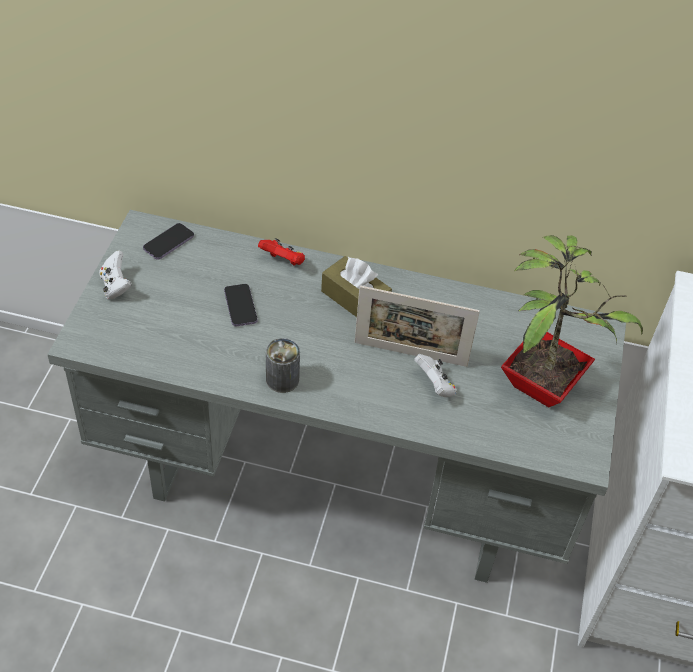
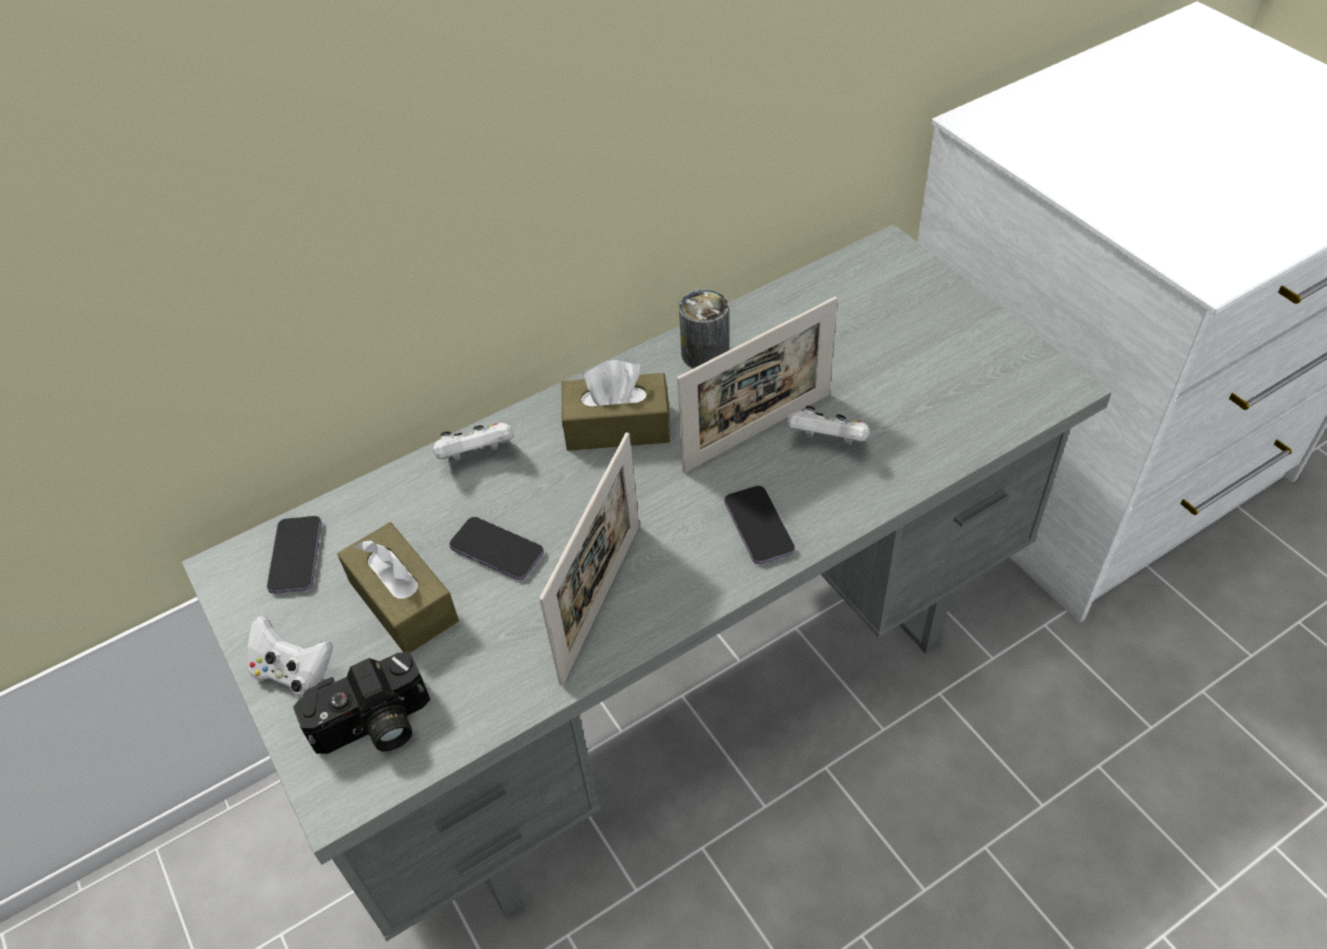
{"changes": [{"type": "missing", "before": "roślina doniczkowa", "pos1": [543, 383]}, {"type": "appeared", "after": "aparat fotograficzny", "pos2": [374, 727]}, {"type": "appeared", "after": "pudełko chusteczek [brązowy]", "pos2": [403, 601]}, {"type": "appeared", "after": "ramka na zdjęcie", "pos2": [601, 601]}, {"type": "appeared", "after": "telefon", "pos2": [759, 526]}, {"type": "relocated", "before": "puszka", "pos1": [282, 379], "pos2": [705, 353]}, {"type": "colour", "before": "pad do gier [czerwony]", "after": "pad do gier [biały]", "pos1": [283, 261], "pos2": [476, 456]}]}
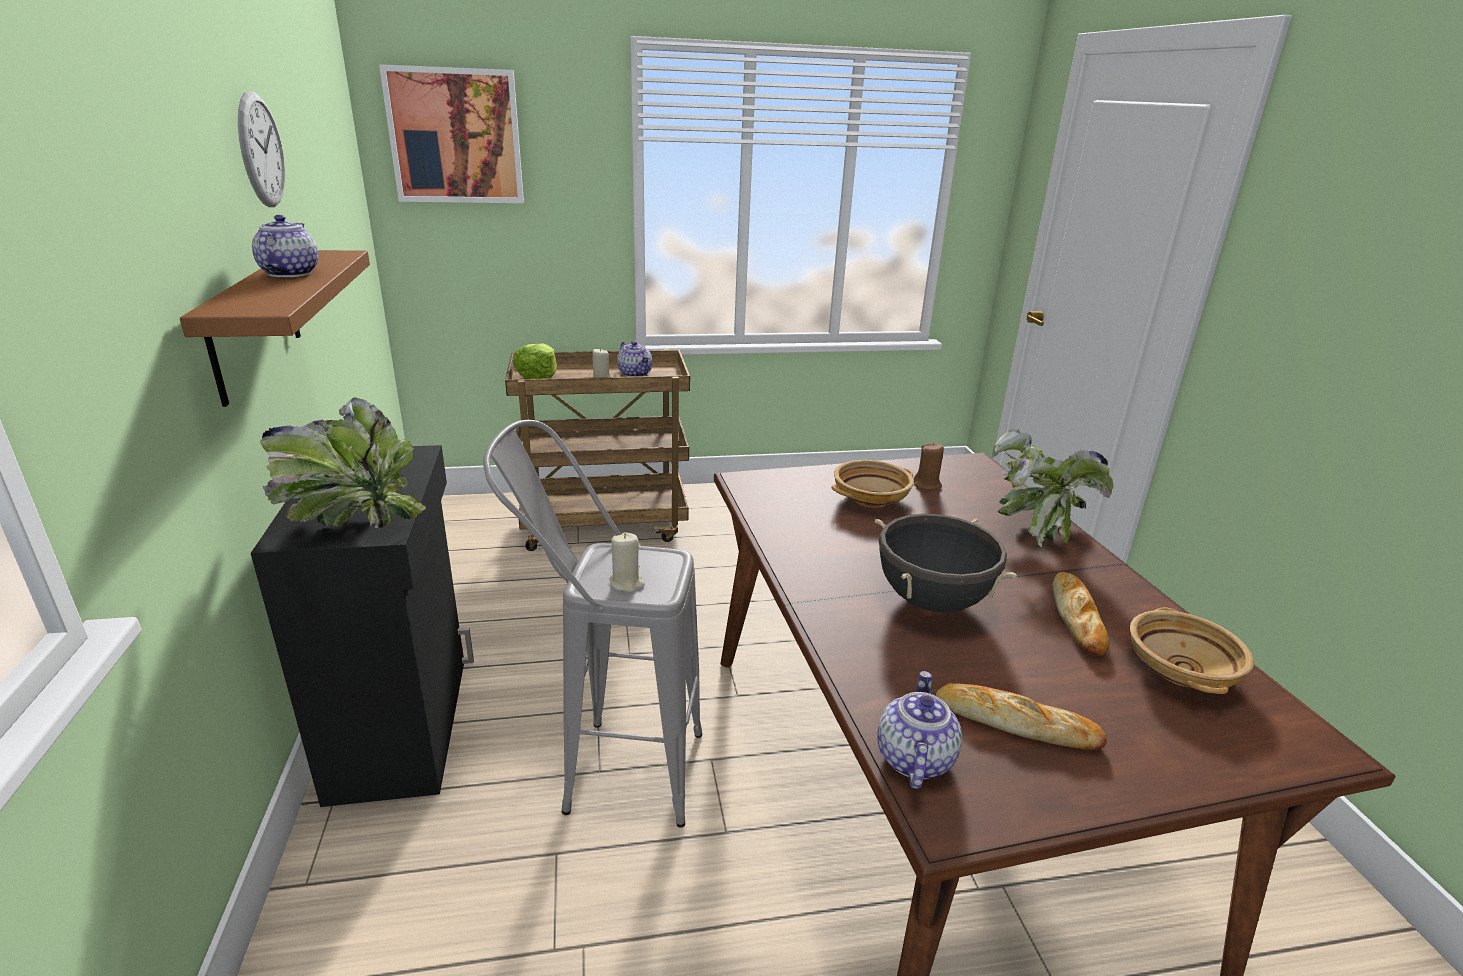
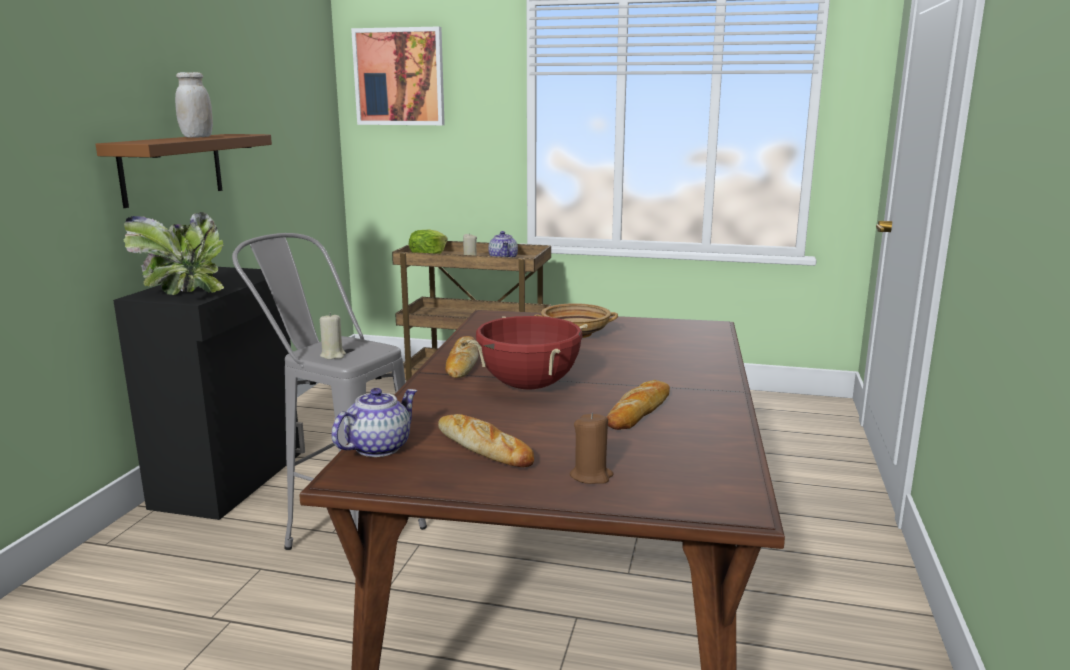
{"changes": [{"type": "missing", "before": "zegar ścienny", "pos1": [261, 150]}, {"type": "missing", "before": "roślina doniczkowa", "pos1": [1036, 530]}, {"type": "missing", "before": "miska [beżowy]", "pos1": [1179, 670]}, {"type": "appeared", "after": "chleb", "pos2": [462, 362]}, {"type": "relocated", "before": "świeca [brązowy]", "pos1": [927, 485], "pos2": [591, 476]}, {"type": "exchanged", "before": "imbryk", "after": "słoik [biały]", "pos1": [290, 273], "pos2": [197, 137]}, {"type": "colour", "before": "garnek [czarny]", "after": "garnek [czerwony]", "pos1": [932, 601], "pos2": [529, 386]}]}
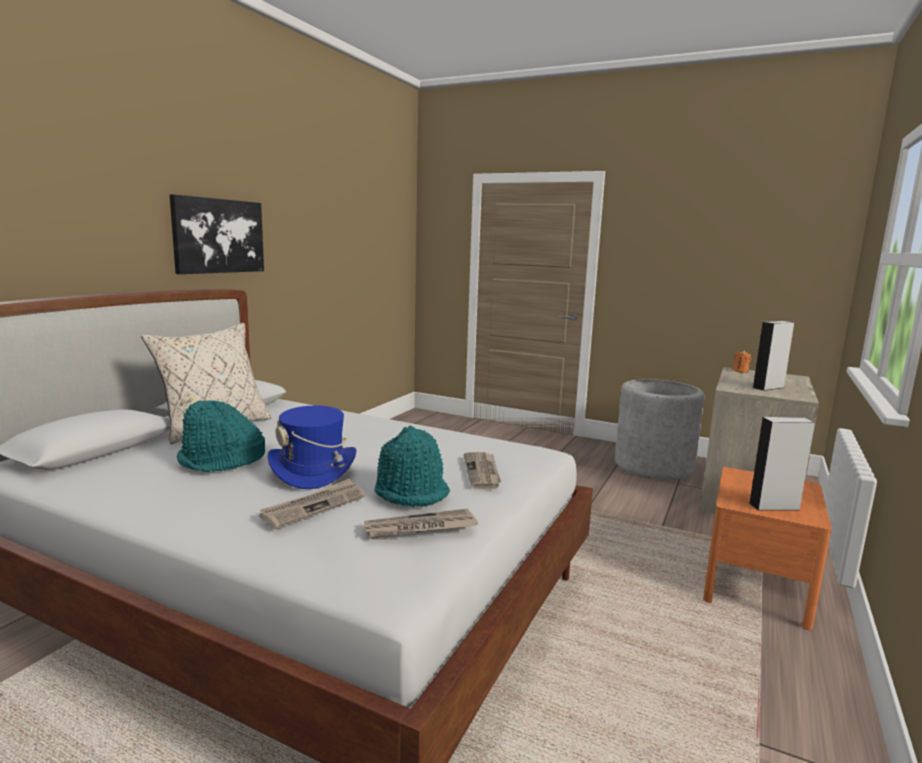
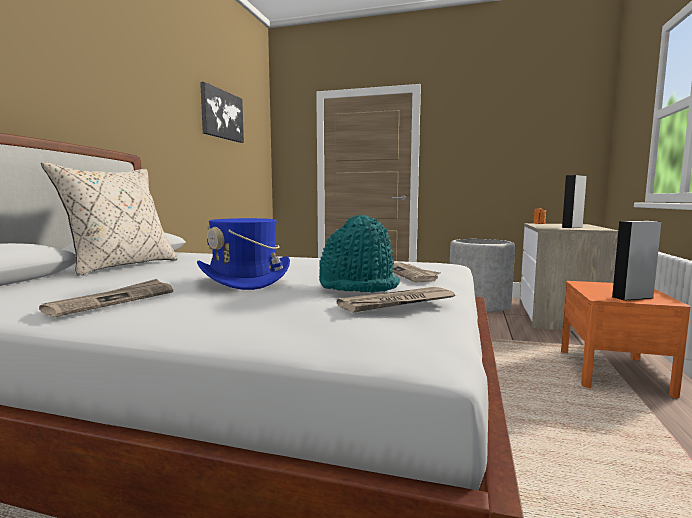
{"changes": [{"type": "missing", "before": "kapelusz [turkusowy]", "pos1": [221, 461]}, {"type": "relocated", "before": "obraz", "pos1": [218, 236], "pos2": [222, 115]}, {"type": "relocated", "before": "gazeta", "pos1": [314, 506], "pos2": [112, 301]}]}
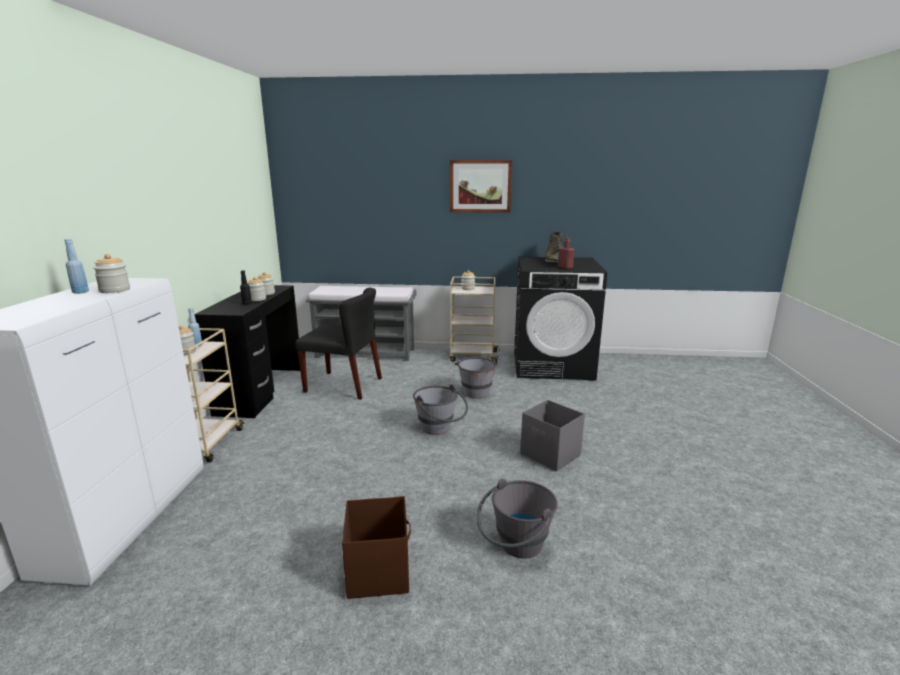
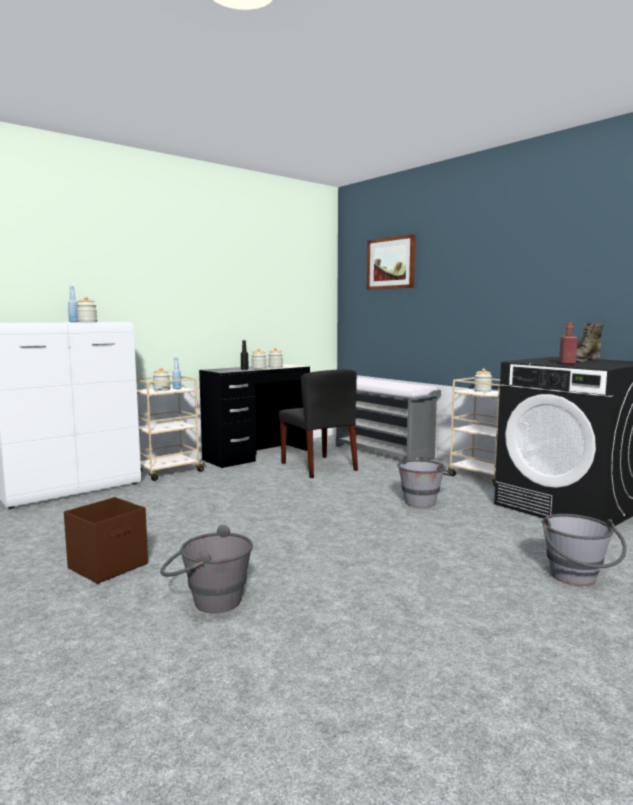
{"changes": [{"type": "missing", "before": "pojemnik do przechowywania [szary]", "pos1": [550, 455]}, {"type": "relocated", "before": "wiadro [szary]", "pos1": [440, 430], "pos2": [577, 580]}, {"type": "relocated", "before": "obraz", "pos1": [480, 186], "pos2": [391, 263]}]}
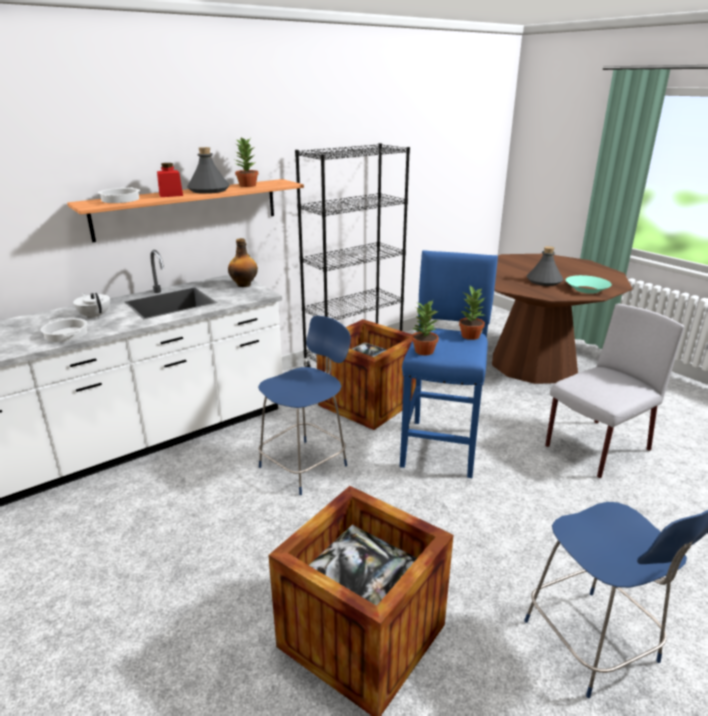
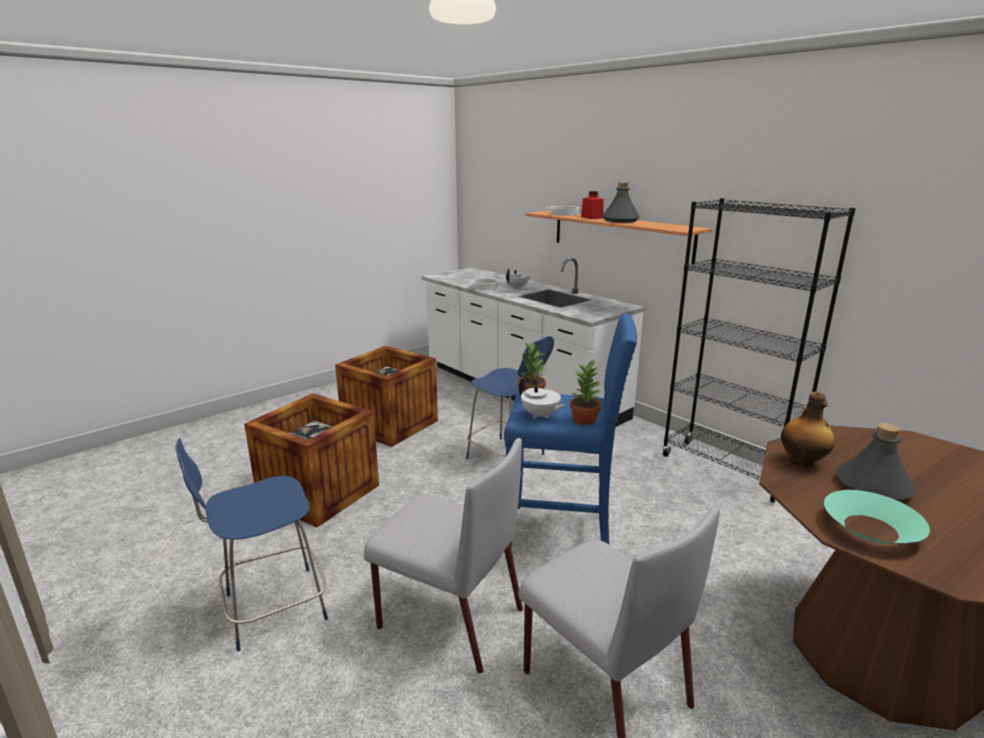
{"changes": [{"type": "missing", "before": "roślina doniczkowa", "pos1": [247, 185]}, {"type": "appeared", "after": "krzesło [szary]", "pos2": [448, 618]}, {"type": "appeared", "after": "imbryk [biały]", "pos2": [540, 415]}, {"type": "relocated", "before": "butelka", "pos1": [244, 285], "pos2": [802, 462]}, {"type": "relocated", "before": "skrzynka", "pos1": [367, 403], "pos2": [390, 424]}]}
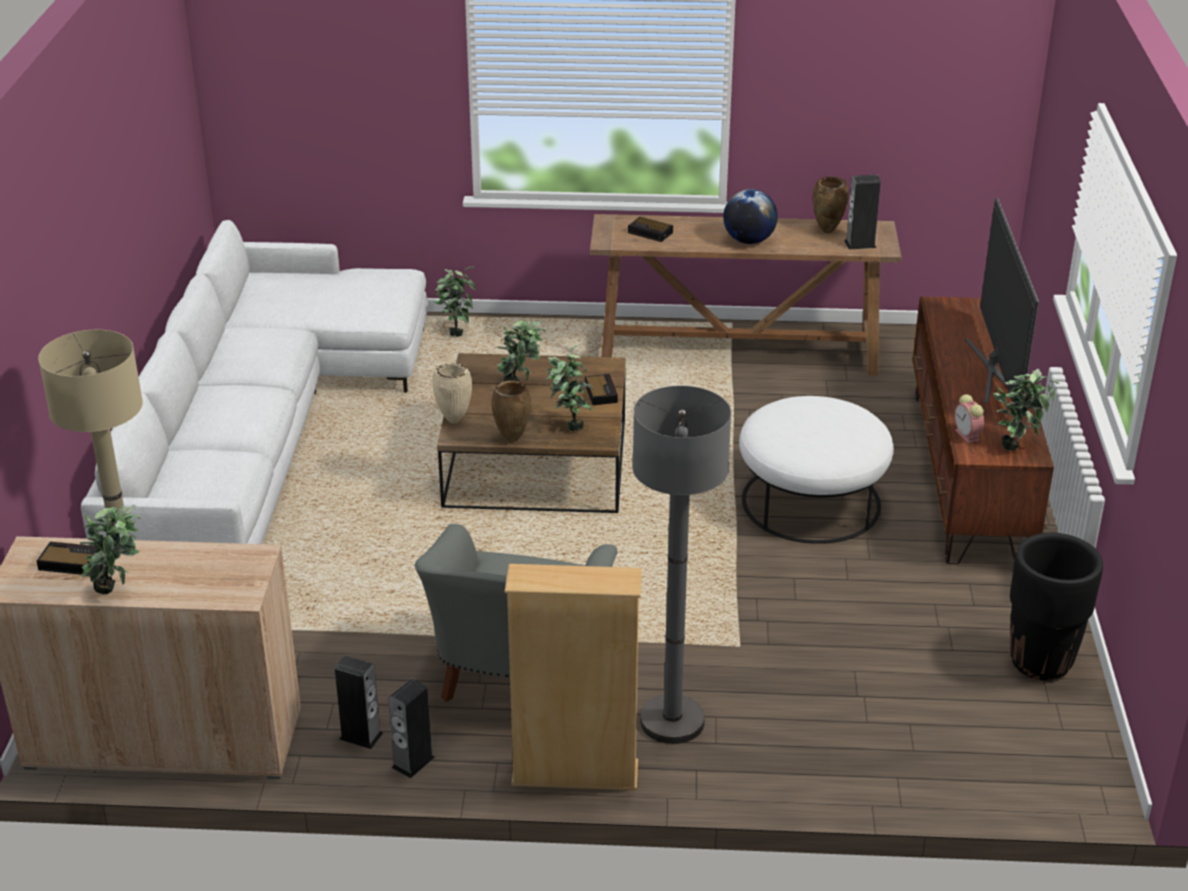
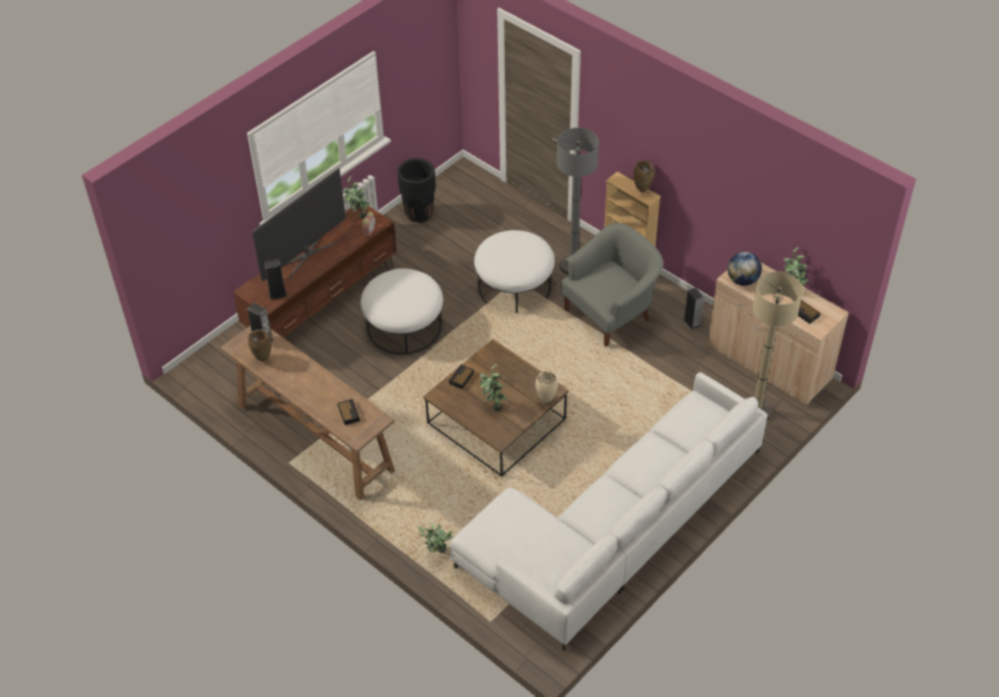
{"changes": [{"type": "missing", "before": "roślina doniczkowa", "pos1": [569, 425]}, {"type": "appeared", "after": "pufa [biały]", "pos2": [514, 286]}, {"type": "relocated", "before": "głośnik", "pos1": [413, 762], "pos2": [277, 294]}, {"type": "relocated", "before": "wazon [brązowy]", "pos1": [511, 439], "pos2": [642, 190]}, {"type": "relocated", "before": "globus", "pos1": [749, 241], "pos2": [742, 280]}]}
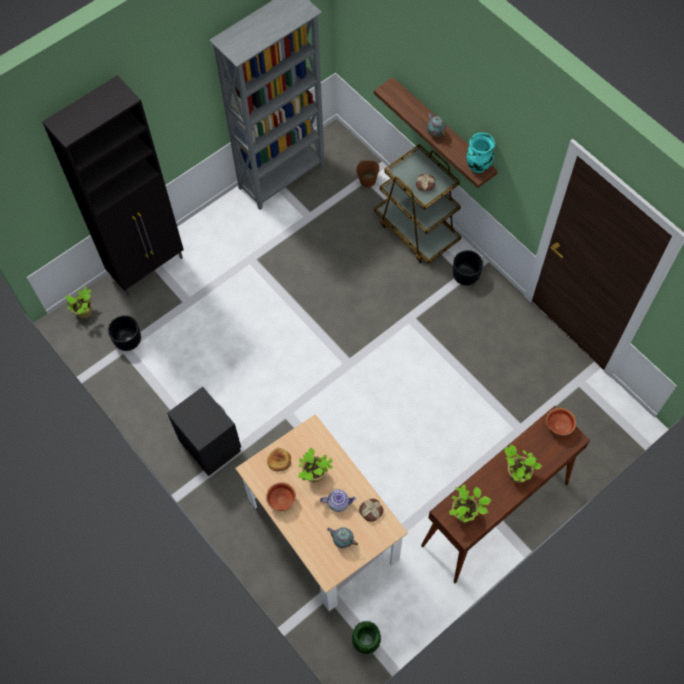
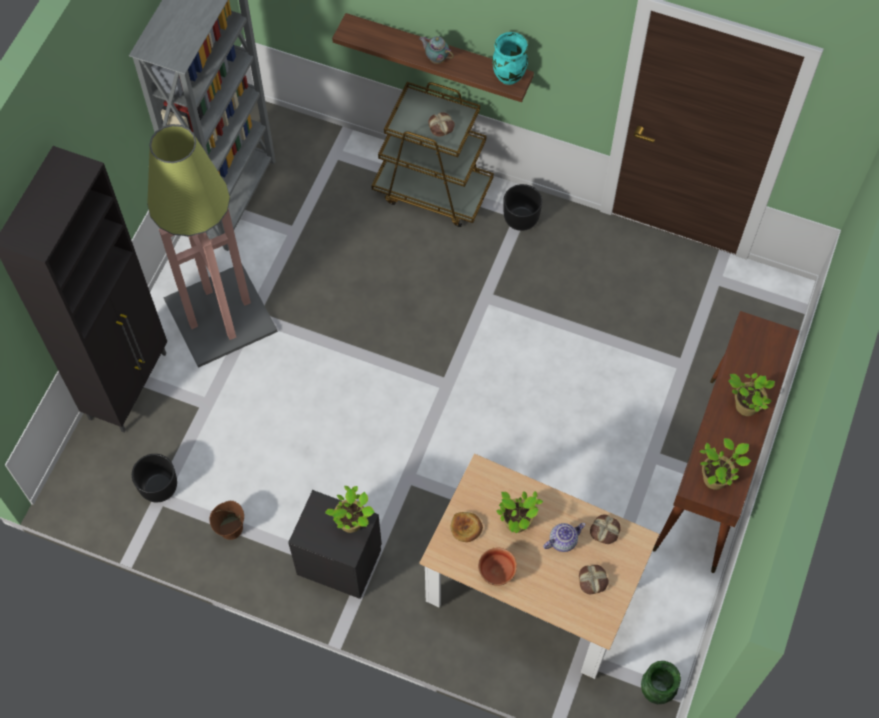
{"changes": [{"type": "missing", "before": "miska", "pos1": [558, 426]}, {"type": "appeared", "after": "lampa stojąca", "pos2": [219, 315]}, {"type": "relocated", "before": "roślina doniczkowa", "pos1": [85, 313], "pos2": [352, 522]}, {"type": "relocated", "before": "wiadro [brązowy]", "pos1": [368, 180], "pos2": [231, 528]}, {"type": "exchanged", "before": "imbryk", "after": "chleb", "pos1": [342, 540], "pos2": [593, 580]}]}
